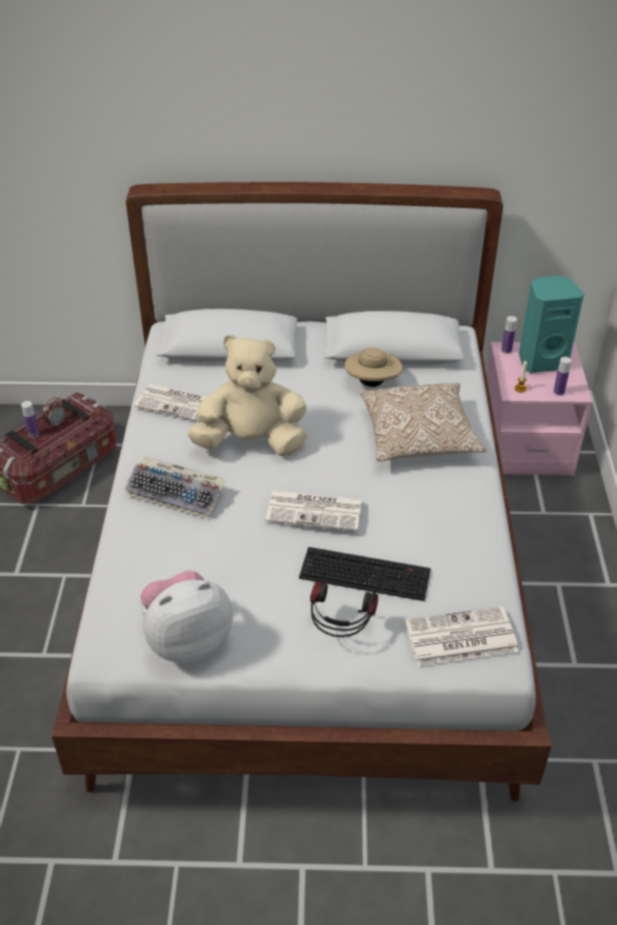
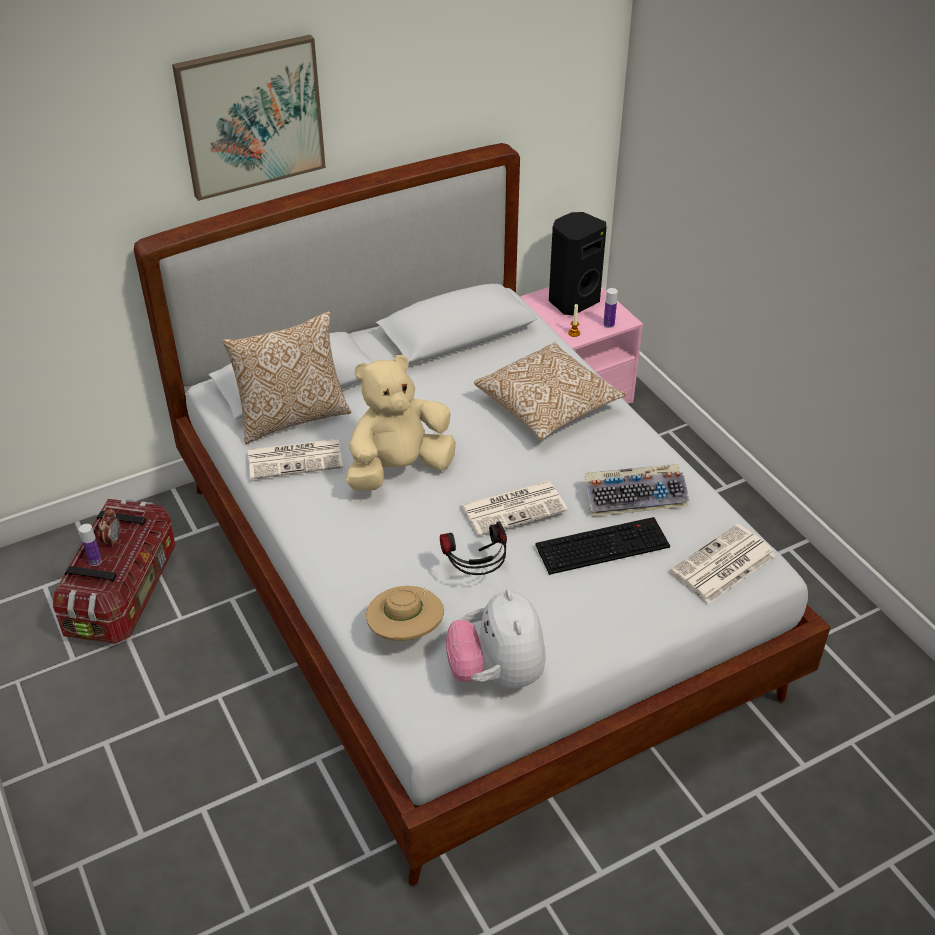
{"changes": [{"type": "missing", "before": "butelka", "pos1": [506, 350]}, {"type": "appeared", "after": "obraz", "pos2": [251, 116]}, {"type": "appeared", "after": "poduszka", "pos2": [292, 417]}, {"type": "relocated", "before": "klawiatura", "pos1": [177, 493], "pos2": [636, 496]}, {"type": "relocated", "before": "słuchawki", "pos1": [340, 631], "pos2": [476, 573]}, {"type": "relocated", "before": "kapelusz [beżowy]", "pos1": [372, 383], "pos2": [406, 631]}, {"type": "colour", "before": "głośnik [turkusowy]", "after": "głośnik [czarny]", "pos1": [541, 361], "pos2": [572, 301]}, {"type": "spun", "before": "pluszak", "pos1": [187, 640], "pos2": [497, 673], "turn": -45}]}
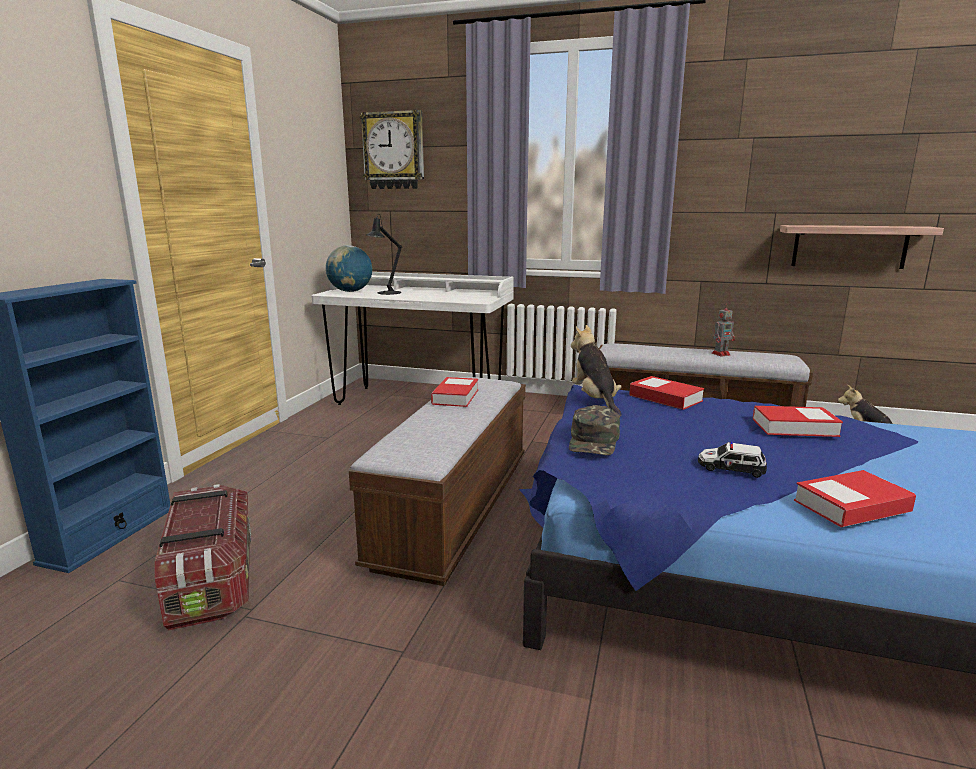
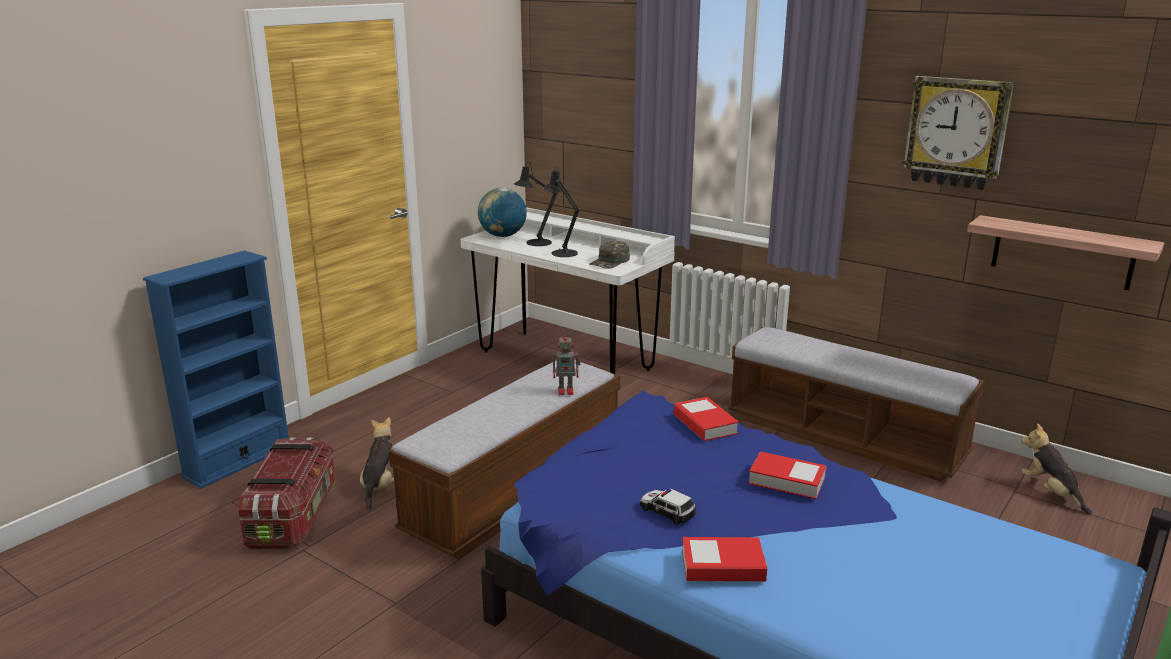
{"changes": [{"type": "missing", "before": "książka", "pos1": [455, 397]}, {"type": "appeared", "after": "lampa stołowa [czarny]", "pos2": [562, 252]}, {"type": "relocated", "before": "zegar ścienny", "pos1": [394, 151], "pos2": [956, 132]}, {"type": "relocated", "before": "czapka z daszkiem [zielony]", "pos1": [594, 441], "pos2": [610, 262]}, {"type": "relocated", "before": "pluszak", "pos1": [595, 400], "pos2": [381, 486]}, {"type": "relocated", "before": "robot zabawkowy", "pos1": [721, 354], "pos2": [566, 391]}]}
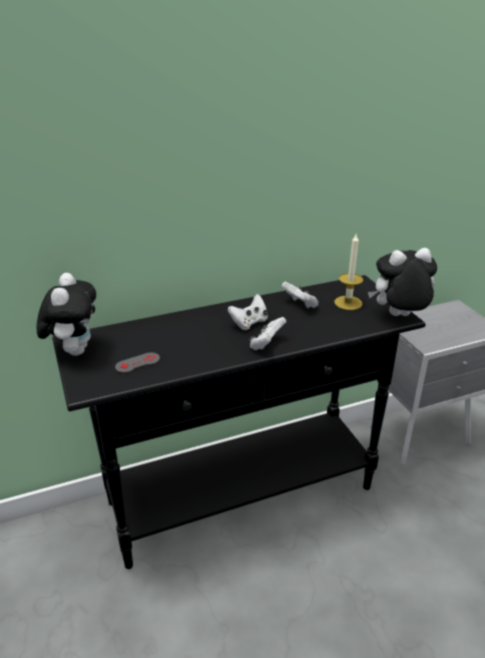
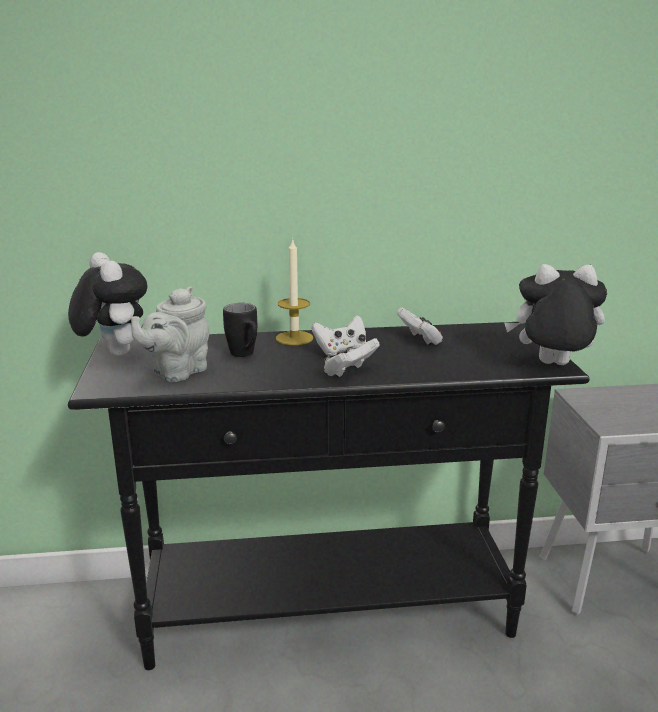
{"changes": [{"type": "appeared", "after": "kubek [czarny]", "pos2": [245, 355]}, {"type": "relocated", "before": "świeca", "pos1": [348, 303], "pos2": [294, 338]}, {"type": "exchanged", "before": "pad do gier [szary]", "after": "imbryk [szary]", "pos1": [137, 363], "pos2": [176, 372]}, {"type": "spun", "before": "pluszak", "pos1": [74, 350], "pos2": [113, 353], "turn": -45}]}
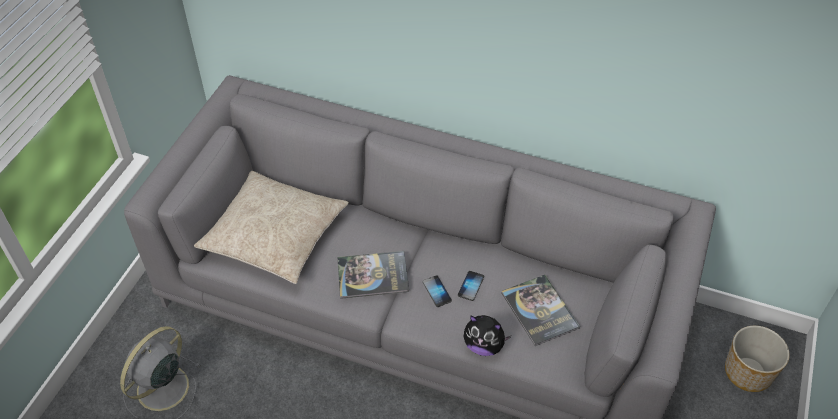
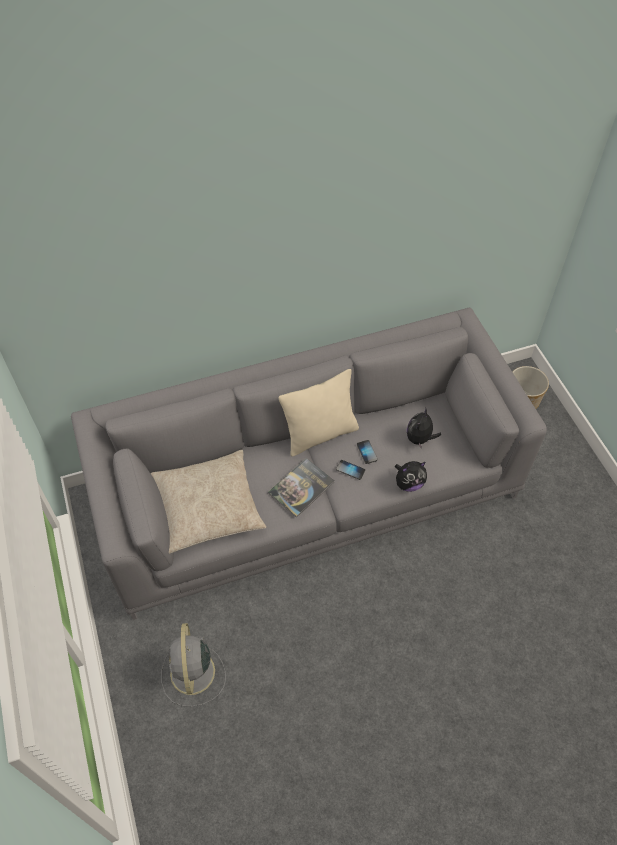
{"changes": [{"type": "appeared", "after": "poduszka [beżowy]", "pos2": [320, 434]}, {"type": "exchanged", "before": "książka", "after": "pluszak", "pos1": [539, 310], "pos2": [420, 439]}]}
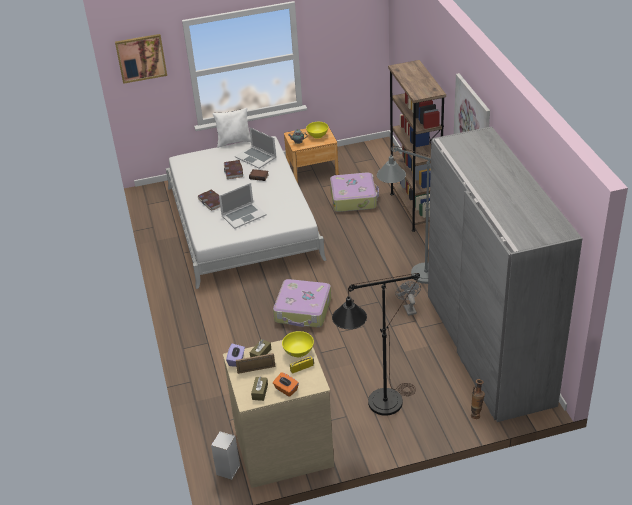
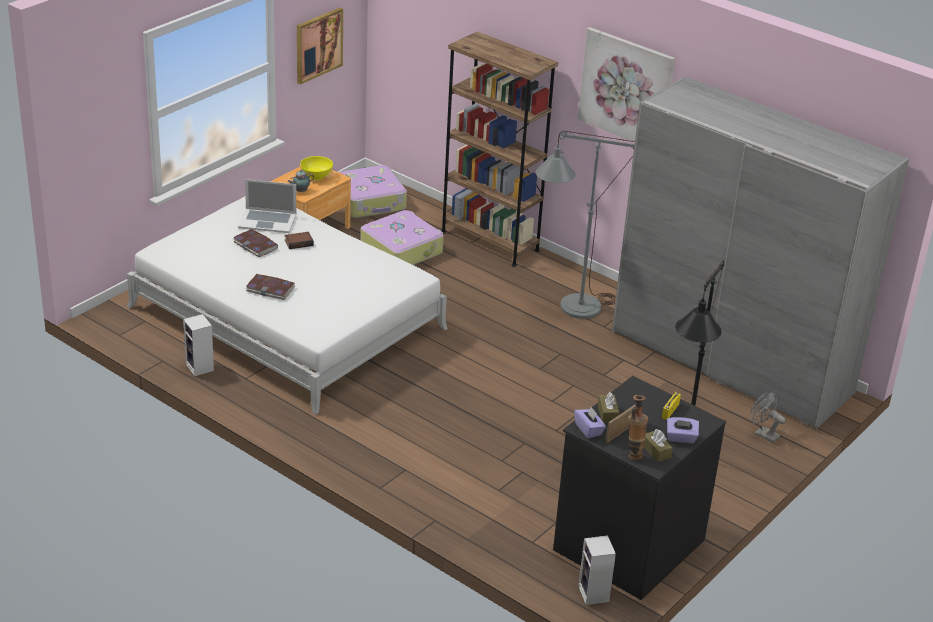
{"changes": [{"type": "missing", "before": "poduszka [biały]", "pos1": [234, 142]}, {"type": "missing", "before": "laptop", "pos1": [243, 215]}, {"type": "missing", "before": "miska [żółty]", "pos1": [299, 352]}, {"type": "appeared", "after": "głośnik", "pos2": [200, 368]}, {"type": "relocated", "before": "obraz", "pos1": [141, 58], "pos2": [318, 45]}, {"type": "relocated", "before": "walizka", "pos1": [303, 310], "pos2": [370, 201]}, {"type": "relocated", "before": "wentylator [szary]", "pos1": [408, 308], "pos2": [762, 434]}, {"type": "relocated", "before": "wazon", "pos1": [476, 414], "pos2": [633, 454]}, {"type": "colour", "before": "komoda [beżowy]", "after": "komoda [czarny]", "pos1": [283, 447], "pos2": [627, 543]}, {"type": "colour", "before": "pudełko chusteczek [pomarańczowy]", "after": "pudełko chusteczek [fioletowy]", "pos1": [286, 390], "pos2": [681, 438]}]}
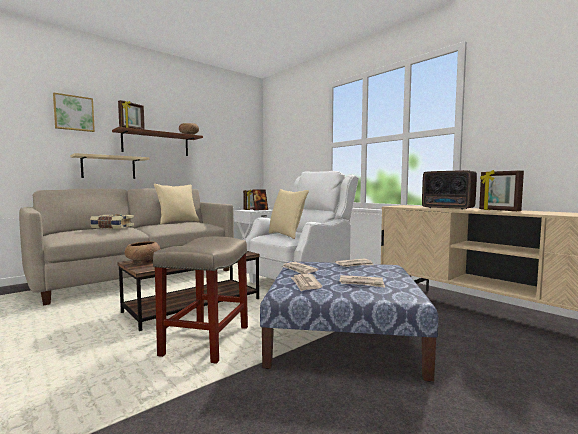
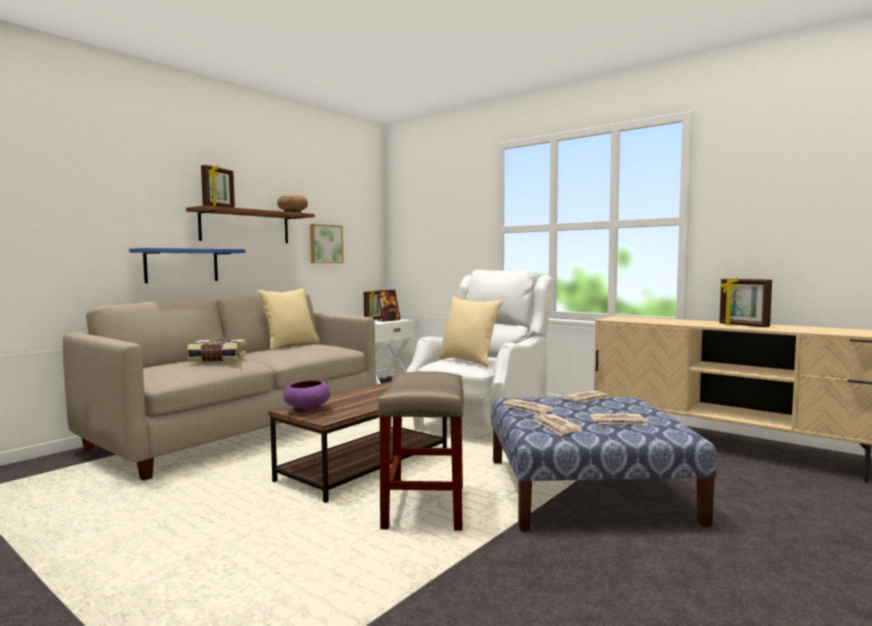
{"changes": [{"type": "missing", "before": "radio", "pos1": [448, 208]}, {"type": "relocated", "before": "obraz", "pos1": [74, 113], "pos2": [325, 244]}, {"type": "colour", "before": "półka [beżowy]", "after": "półka [niebieski]", "pos1": [108, 167], "pos2": [182, 265]}, {"type": "colour", "before": "miska [brązowy]", "after": "miska [fioletowy]", "pos1": [143, 262], "pos2": [307, 410]}]}
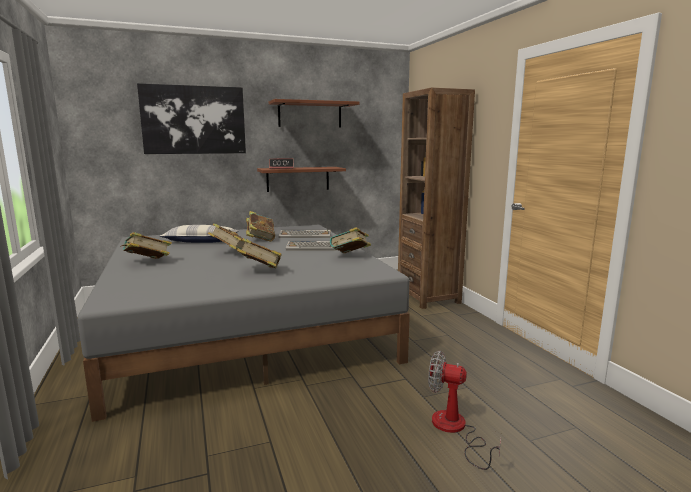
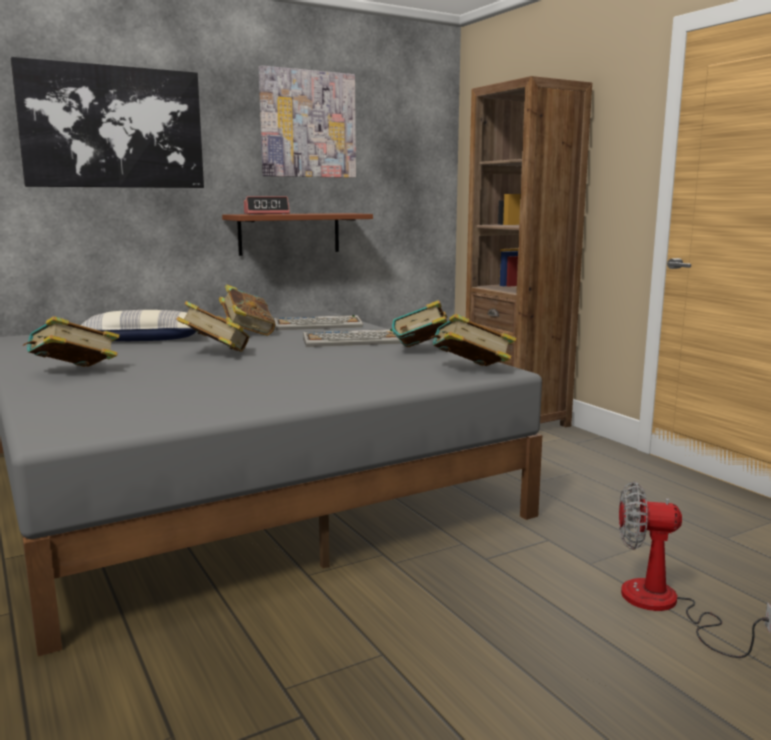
{"changes": [{"type": "relocated", "before": "książka", "pos1": [260, 271], "pos2": [470, 371]}, {"type": "exchanged", "before": "półka [brązowy]", "after": "obraz", "pos1": [310, 114], "pos2": [308, 124]}]}
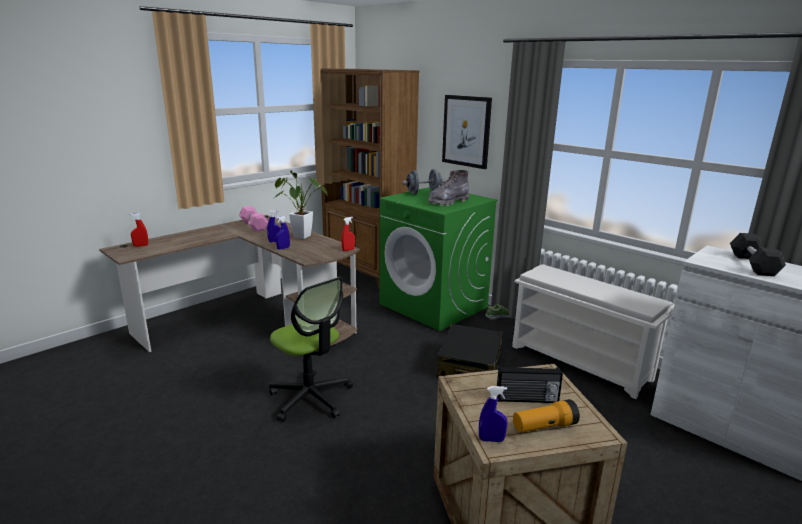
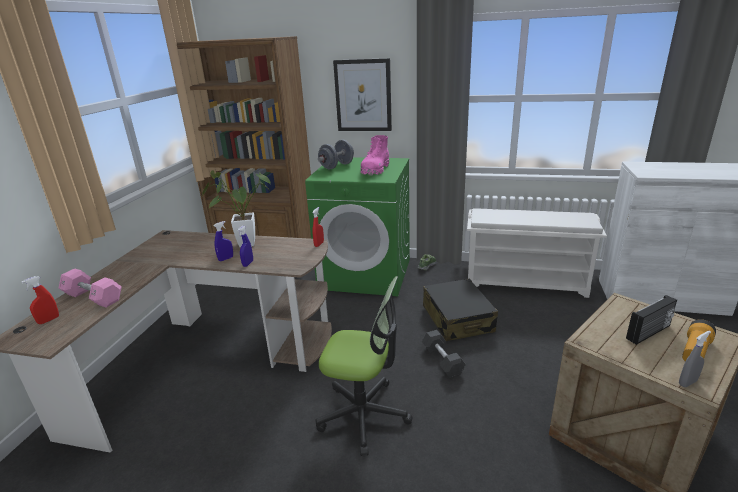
{"changes": [{"type": "relocated", "before": "hantel [różowy]", "pos1": [254, 226], "pos2": [93, 297]}, {"type": "relocated", "before": "hantel [czarny]", "pos1": [753, 265], "pos2": [442, 360]}, {"type": "colour", "before": "but z cholewką [szary]", "after": "but z cholewką [różowy]", "pos1": [448, 202], "pos2": [375, 170]}, {"type": "colour", "before": "spryskiwacz [niebieski]", "after": "spryskiwacz [szary]", "pos1": [491, 440], "pos2": [687, 382]}]}
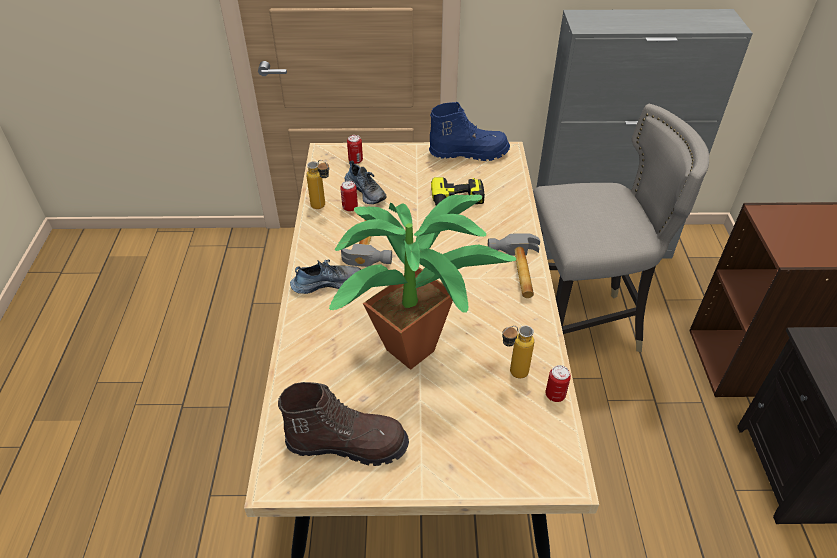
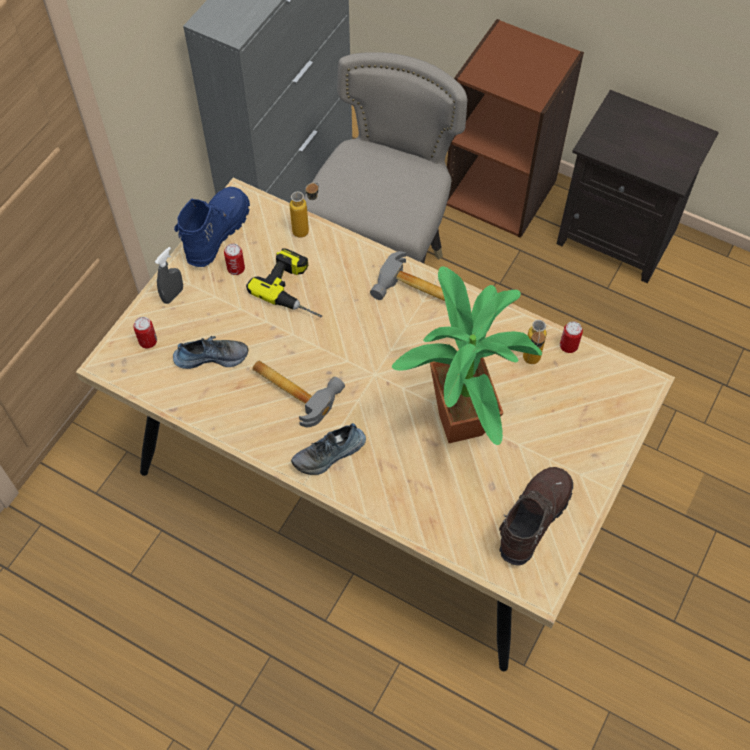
{"changes": [{"type": "appeared", "after": "spryskiwacz [szary]", "pos2": [173, 295]}, {"type": "relocated", "before": "butelka", "pos1": [322, 207], "pos2": [307, 229]}, {"type": "relocated", "before": "puszka", "pos1": [350, 207], "pos2": [236, 269]}, {"type": "spun", "before": "but", "pos1": [326, 282], "pos2": [329, 454], "turn": -135}]}
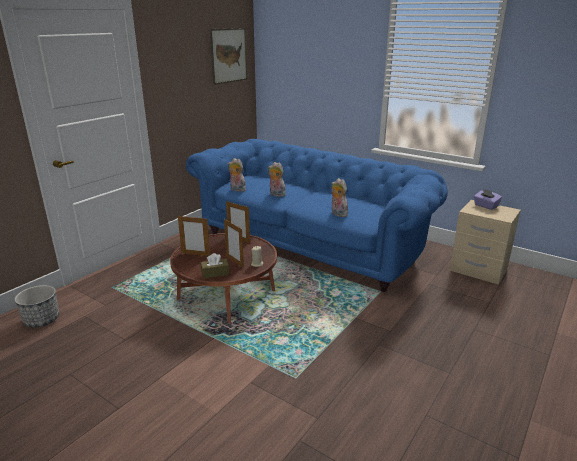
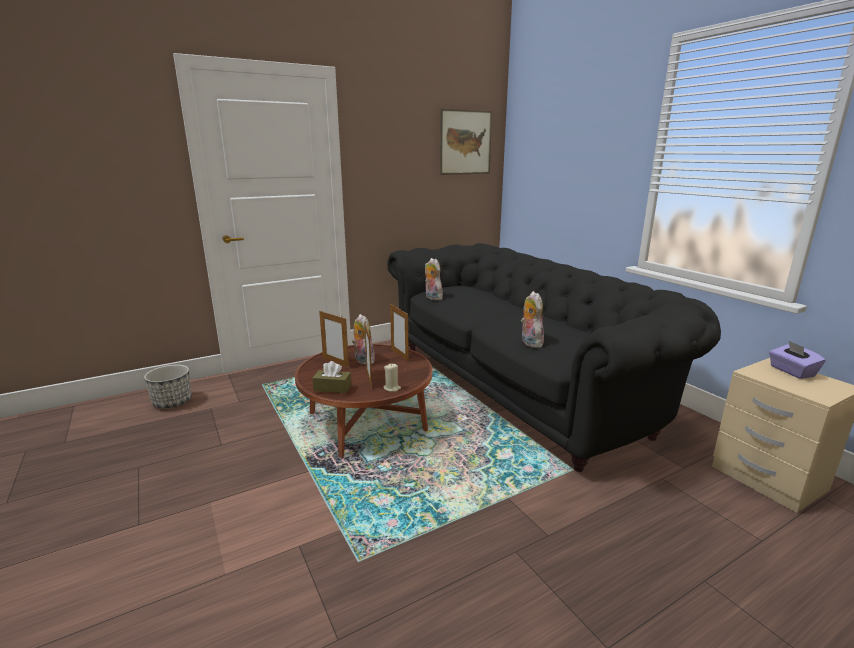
{"changes": [{"type": "relocated", "before": "pluszak", "pos1": [276, 194], "pos2": [362, 360]}, {"type": "colour", "before": "kanapa [niebieski]", "after": "kanapa [czarny]", "pos1": [313, 244], "pos2": [521, 383]}]}
